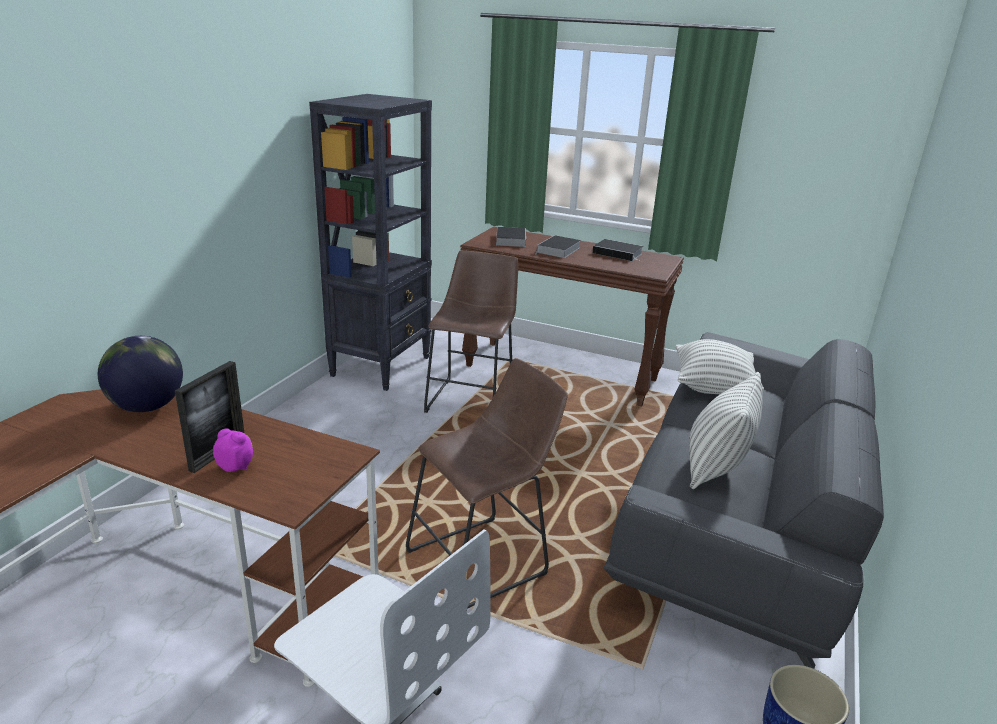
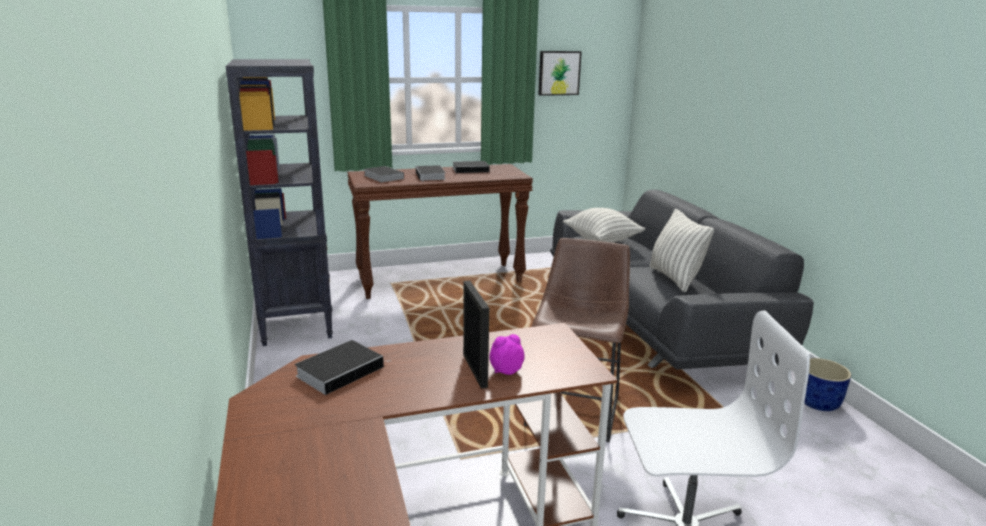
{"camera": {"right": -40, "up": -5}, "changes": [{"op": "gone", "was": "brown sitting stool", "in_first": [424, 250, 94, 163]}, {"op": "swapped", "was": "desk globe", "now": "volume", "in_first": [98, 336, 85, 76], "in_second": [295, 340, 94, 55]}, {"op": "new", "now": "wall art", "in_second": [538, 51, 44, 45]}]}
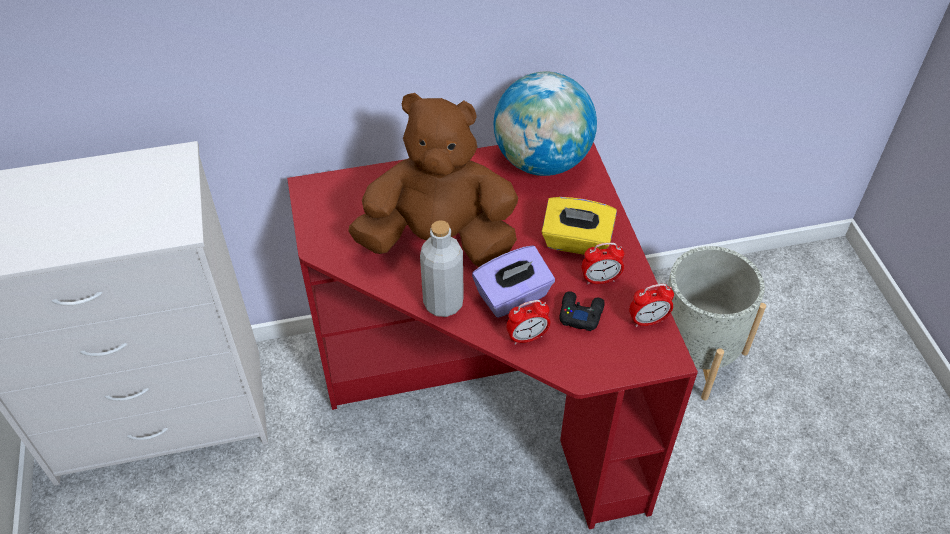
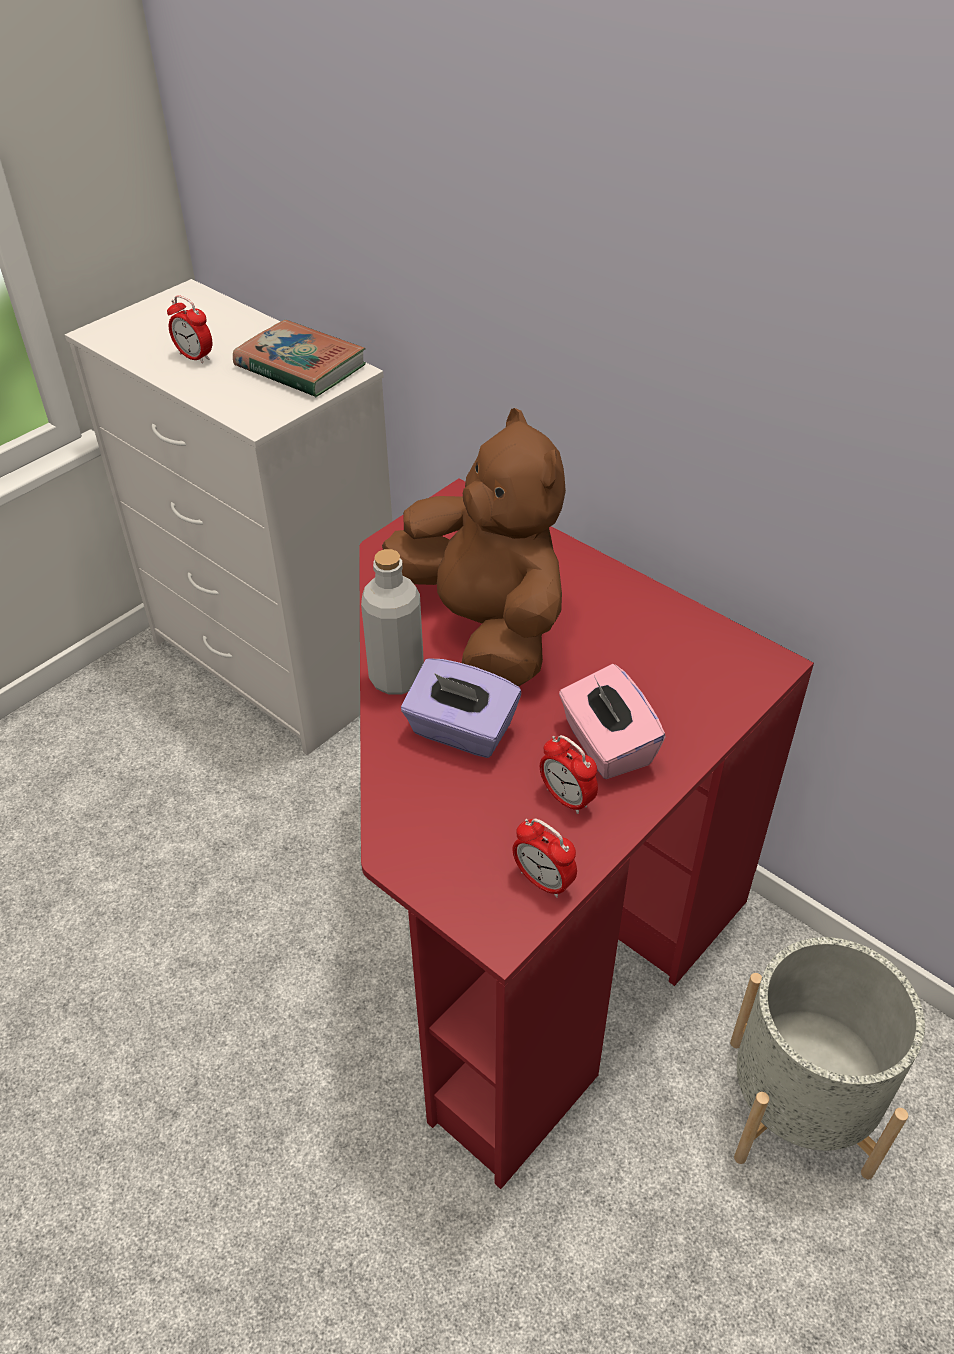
{"camera": {"right": 55, "up": -5}, "changes": [{"op": "gone", "was": "desk globe", "in_first": [494, 71, 103, 105]}, {"op": "repainted", "was": "yellow box of tissues", "now": "pink box of tissues", "in_first": [542, 197, 75, 58], "in_second": [559, 664, 107, 115]}, {"op": "gone", "was": "blackish joypad", "in_first": [560, 291, 45, 40]}, {"op": "shifted", "was": "bedside clock", "in_first": [506, 300, 44, 45], "in_second": [167, 295, 45, 69]}, {"op": "new", "now": "volume", "in_second": [233, 320, 133, 77]}]}
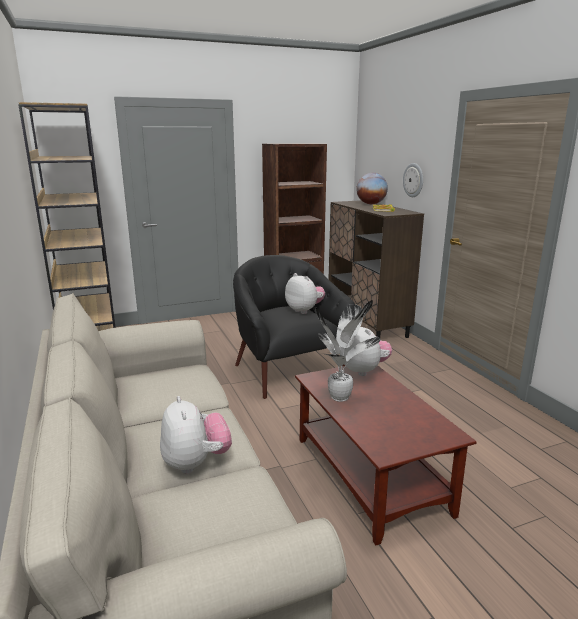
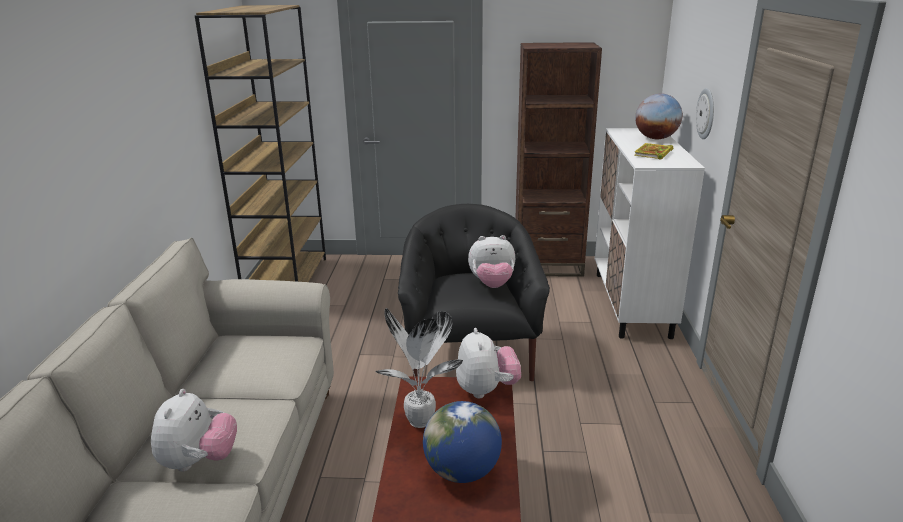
{"camera": {"right": 25, "up": 5}, "changes": [{"op": "repainted", "was": "brown cupboard", "now": "whitish cupboard", "in_first": [329, 200, 95, 138], "in_second": [595, 128, 110, 211]}, {"op": "rotated", "was": "cuddly toy", "in_first": [285, 273, 40, 41], "in_second": [468, 235, 47, 53], "clockwise": 105}, {"op": "new", "now": "desk globe", "in_second": [423, 401, 79, 82]}]}
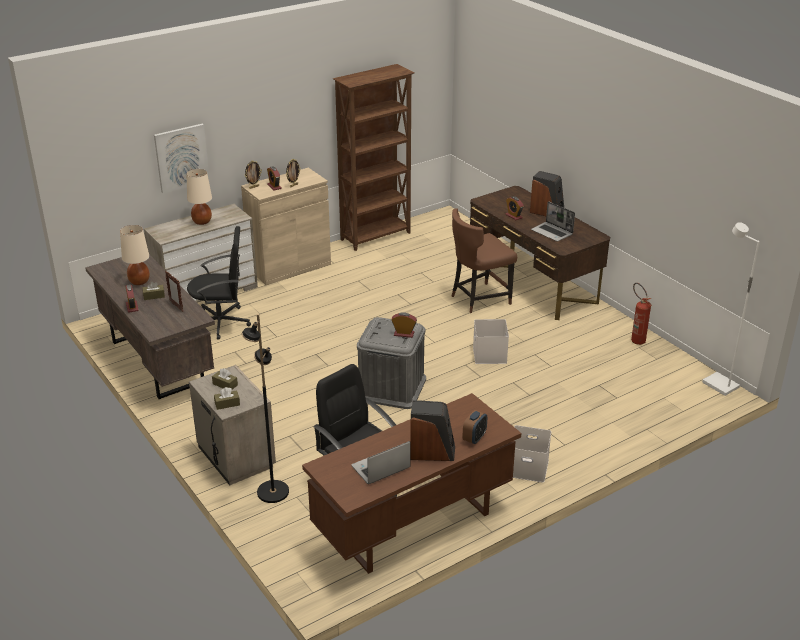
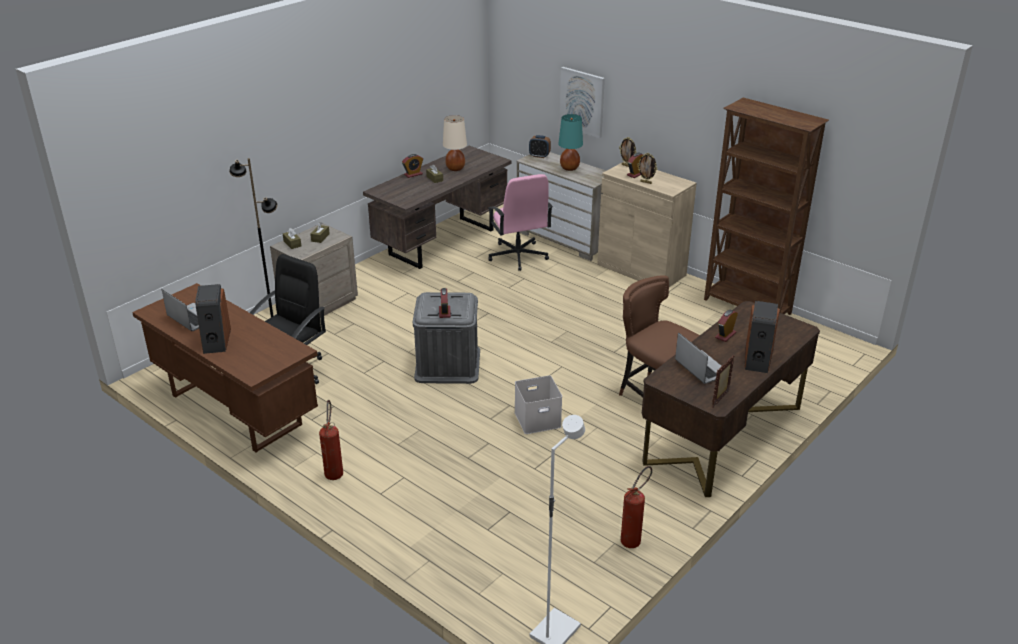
{"camera": {"right": 75, "up": 0}, "changes": [{"op": "repainted", "was": "sand-coloured table lamp", "now": "turquoise table lamp", "in_first": [186, 169, 26, 56], "in_second": [558, 114, 25, 57]}, {"op": "rotated", "was": "notebook computer", "in_first": [531, 201, 44, 41], "in_second": [675, 333, 46, 51], "clockwise": 120}, {"op": "repainted", "was": "blackish computer chair", "now": "pink computer chair", "in_first": [187, 226, 64, 114], "in_second": [488, 174, 65, 97]}, {"op": "shifted", "was": "photo frame", "in_first": [165, 271, 18, 41], "in_second": [712, 355, 23, 53]}, {"op": "shifted", "was": "bedside clock", "in_first": [462, 410, 25, 34], "in_second": [529, 135, 22, 23]}, {"op": "swapped", "was": "whitish storage container", "now": "fire-fighting cylinder", "in_first": [513, 425, 38, 58], "in_second": [319, 400, 24, 80]}]}
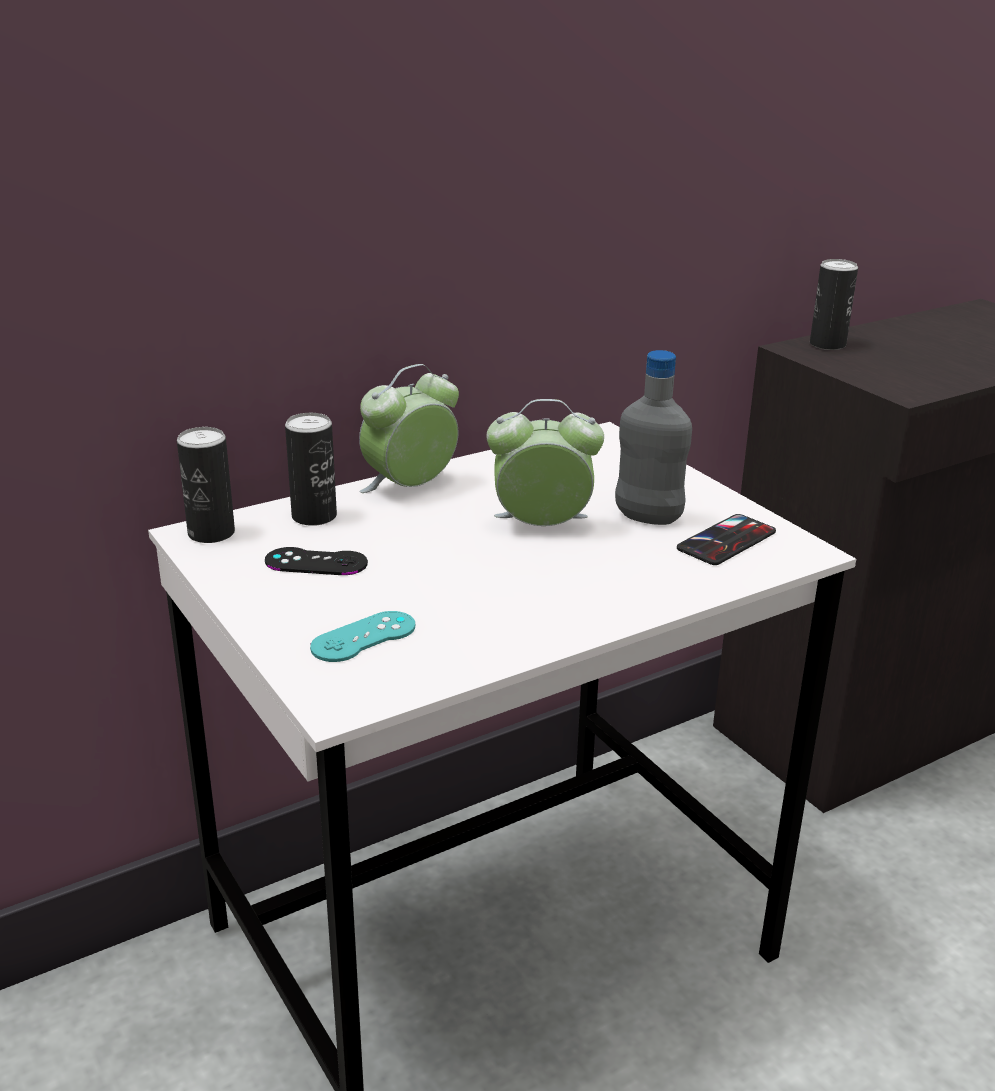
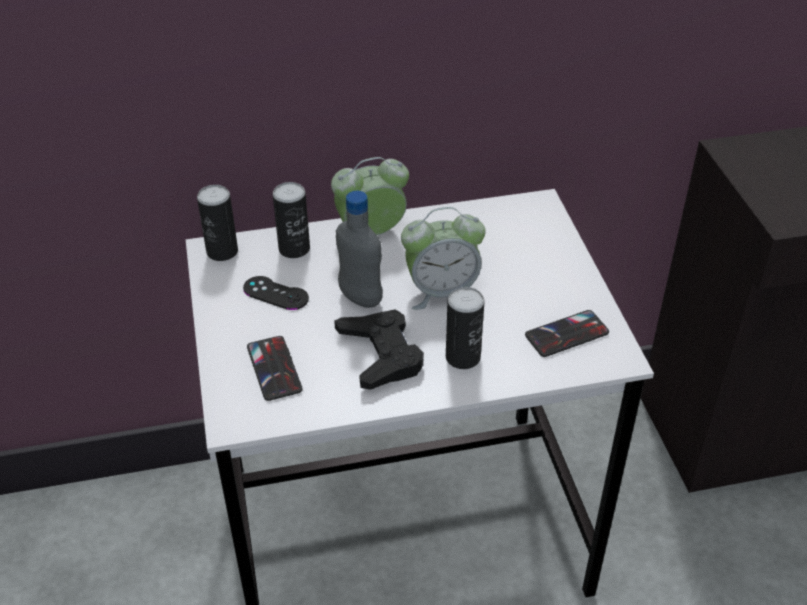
{"camera": {"right": 20, "up": 15}, "changes": [{"op": "shifted", "was": "sealed can", "in_first": [810, 259, 48, 91], "in_second": [446, 287, 38, 82]}, {"op": "shifted", "was": "grey bottle", "in_first": [615, 350, 77, 175], "in_second": [336, 191, 47, 117]}, {"op": "rotated", "was": "bedside clock", "in_first": [486, 399, 118, 127], "in_second": [401, 207, 85, 103], "clockwise": 150}, {"op": "swapped", "was": "turquoise joypad", "now": "handset", "in_first": [310, 611, 105, 51], "in_second": [247, 336, 56, 65]}, {"op": "new", "now": "blackish joypad", "in_second": [334, 310, 90, 80]}]}
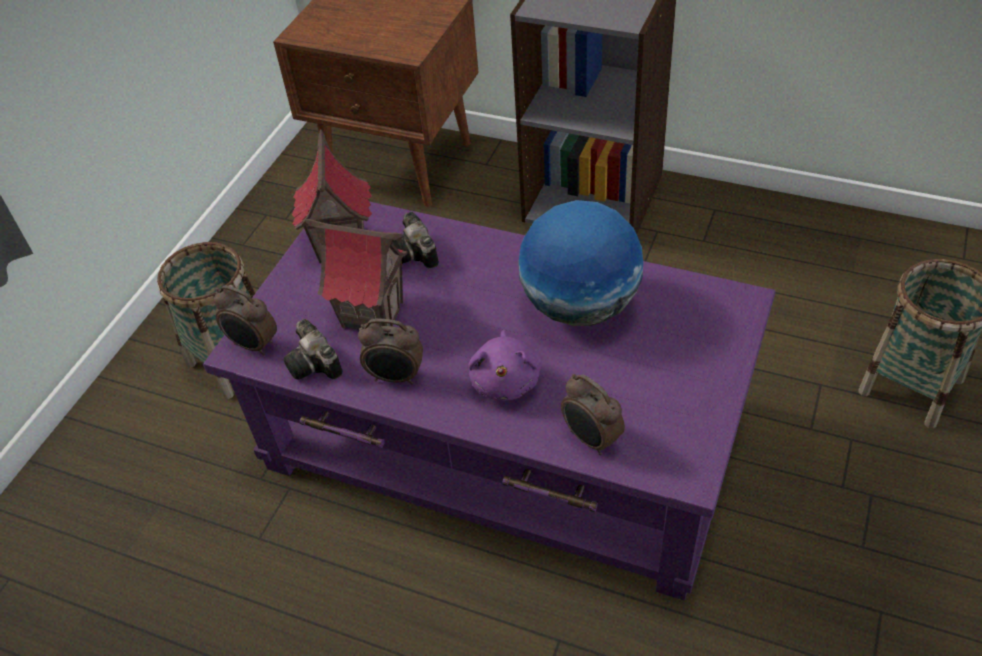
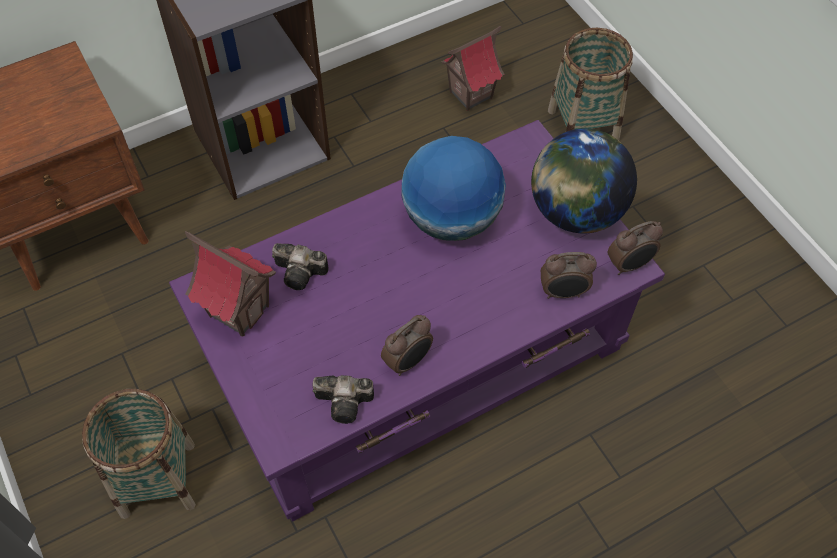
{"camera": {"right": -55, "up": 10}, "changes": [{"op": "shifted", "was": "model house", "in_first": [305, 219, 103, 110], "in_second": [442, 26, 62, 85]}, {"op": "shifted", "was": "bedside clock", "in_first": [214, 285, 63, 71], "in_second": [608, 221, 55, 54]}, {"op": "gone", "was": "purple-coloured cuddly toy", "in_first": [468, 330, 74, 71]}, {"op": "new", "now": "desk globe", "in_second": [531, 128, 106, 105]}]}
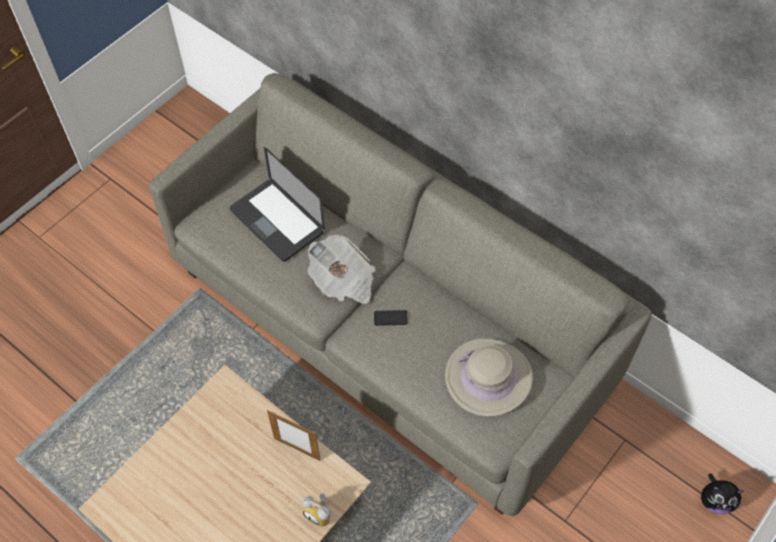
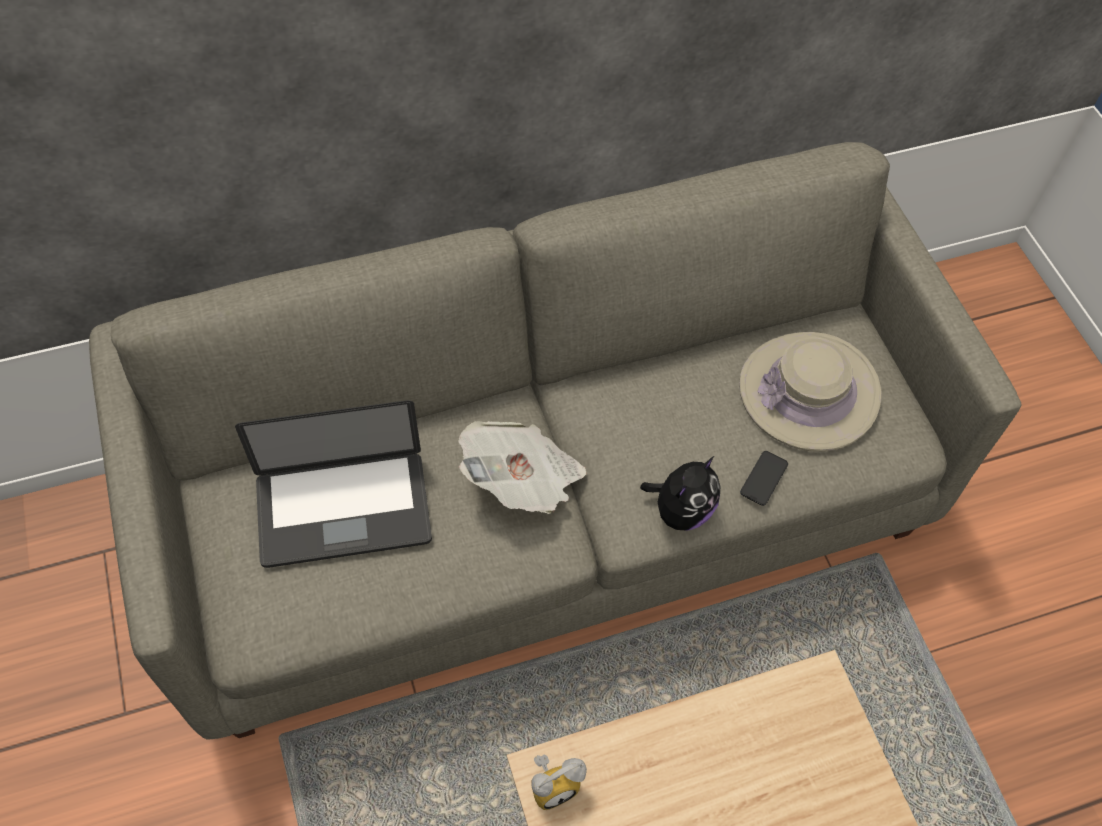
{"camera": {"right": -60, "up": 0}, "changes": [{"op": "shifted", "was": "handset", "in_first": [374, 310, 34, 16], "in_second": [740, 451, 48, 55]}, {"op": "gone", "was": "photo frame", "in_first": [267, 410, 53, 51]}, {"op": "shifted", "was": "cuddly toy", "in_first": [701, 474, 43, 40], "in_second": [640, 456, 80, 75]}, {"op": "shifted", "was": "bedside clock", "in_first": [303, 493, 28, 34], "in_second": [531, 755, 56, 55]}]}
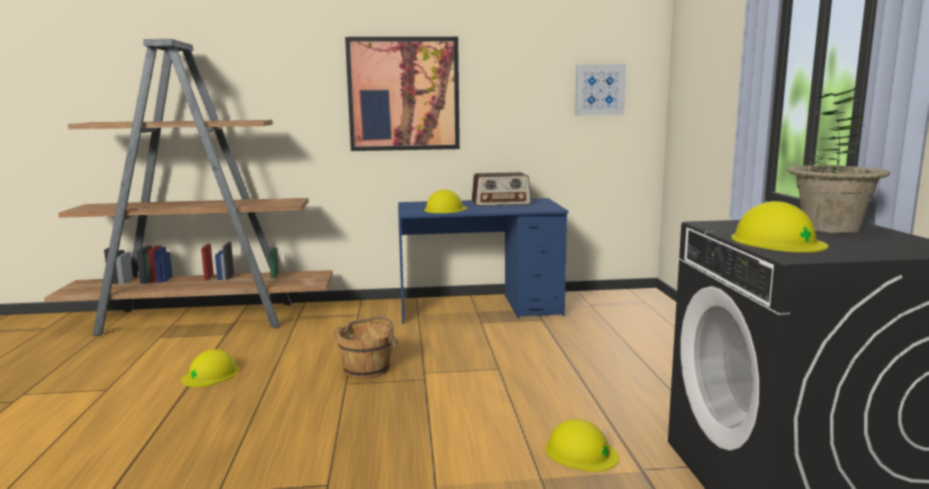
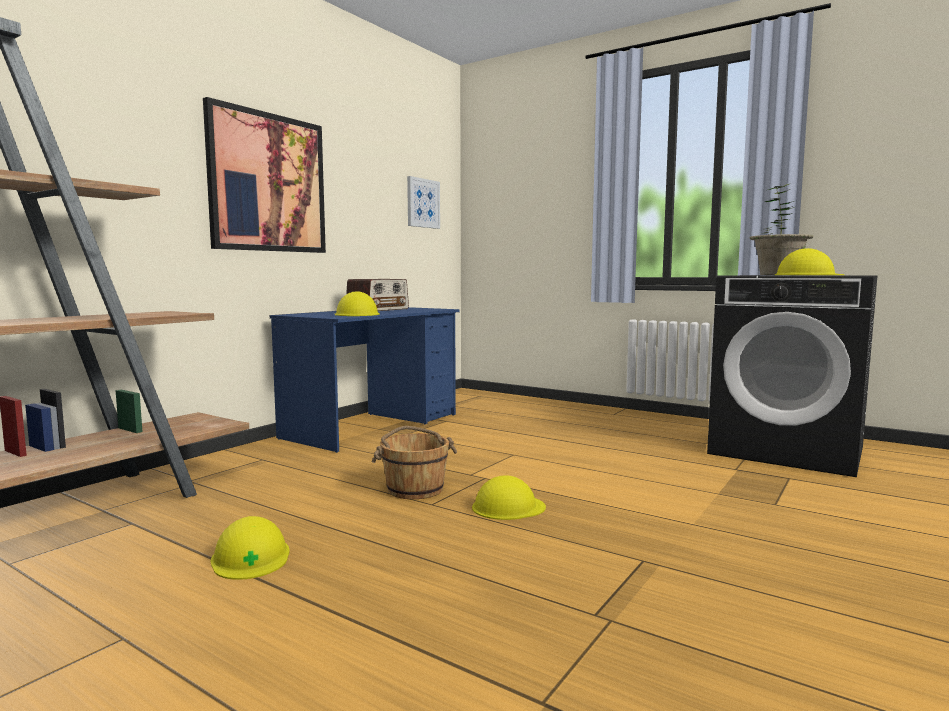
{"camera": {"right": -50, "up": -5}, "changes": [{"op": "shifted", "was": "yellow safety helmet", "in_first": [545, 419, 74, 53], "in_second": [472, 475, 74, 45]}]}
